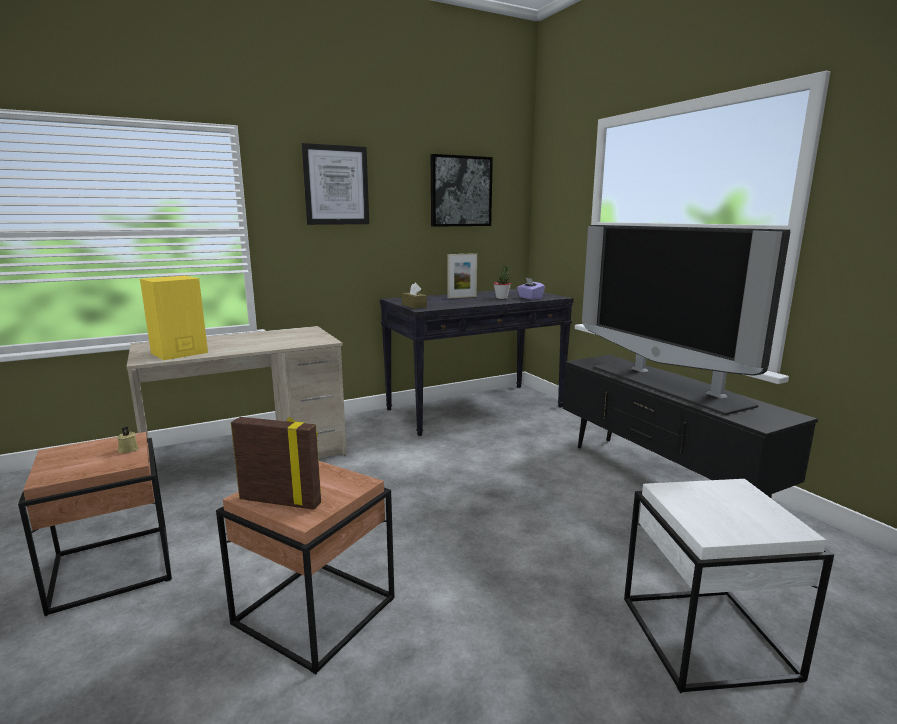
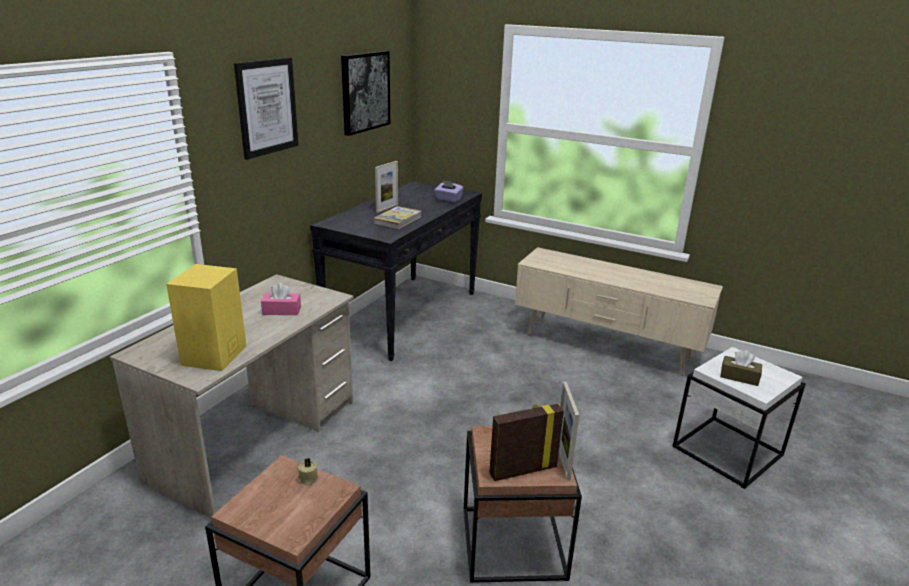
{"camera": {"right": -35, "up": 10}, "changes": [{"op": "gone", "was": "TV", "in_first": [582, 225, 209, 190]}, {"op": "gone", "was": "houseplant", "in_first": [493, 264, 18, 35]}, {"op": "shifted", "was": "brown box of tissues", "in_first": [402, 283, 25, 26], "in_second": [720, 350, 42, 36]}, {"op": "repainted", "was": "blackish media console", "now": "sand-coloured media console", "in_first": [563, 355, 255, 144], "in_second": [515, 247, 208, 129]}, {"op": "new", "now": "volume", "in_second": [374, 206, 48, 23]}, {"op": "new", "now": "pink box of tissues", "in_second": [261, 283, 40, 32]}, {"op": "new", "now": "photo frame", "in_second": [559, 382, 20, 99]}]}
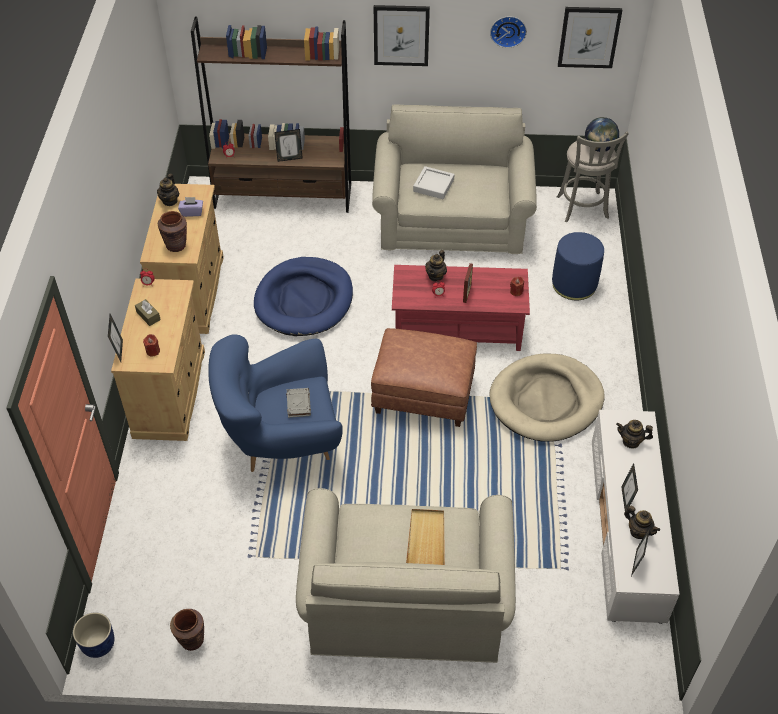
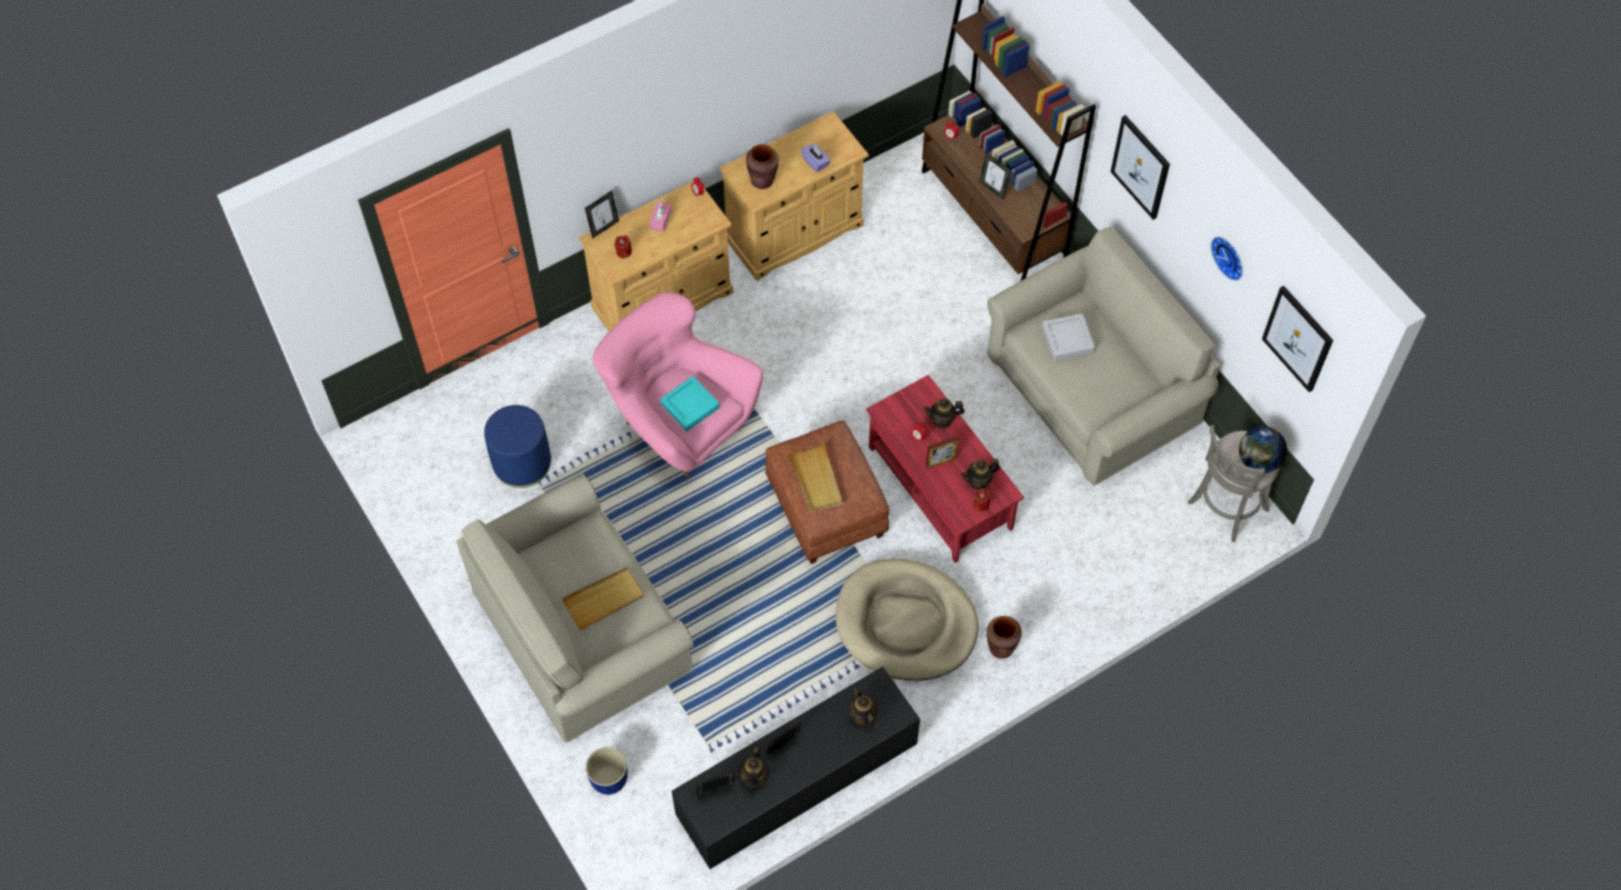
{"camera": {"right": 55, "up": 10}, "changes": [{"op": "shifted", "was": "pot for tea", "in_first": [157, 174, 22, 32], "in_second": [962, 459, 38, 31]}, {"op": "shifted", "was": "blue-coloured ottoman", "in_first": [552, 232, 52, 68], "in_second": [484, 405, 67, 83]}, {"op": "gone", "was": "blue-coloured pet bed", "in_first": [254, 257, 99, 79]}, {"op": "repainted", "was": "brown box of tissues", "now": "pink box of tissues", "in_first": [135, 299, 26, 27], "in_second": [649, 201, 23, 31]}, {"op": "repainted", "was": "blue-coloured lounge chair", "now": "pink lounge chair", "in_first": [208, 334, 135, 138], "in_second": [593, 292, 170, 185]}, {"op": "swapped", "was": "grey volume", "now": "turquoise serving tray", "in_first": [286, 388, 25, 30], "in_second": [660, 376, 60, 55]}, {"op": "repainted", "was": "whitish media console", "now": "blackish media console", "in_first": [592, 410, 88, 214], "in_second": [672, 666, 248, 203]}, {"op": "shifted", "was": "brown decorative vase", "in_first": [170, 609, 34, 42], "in_second": [987, 616, 35, 43]}, {"op": "shifted", "was": "blue-coloured plant pot", "in_first": [73, 612, 42, 46], "in_second": [586, 747, 42, 48]}, {"op": "new", "now": "sand-coloured serving tray", "in_second": [787, 443, 56, 70]}]}
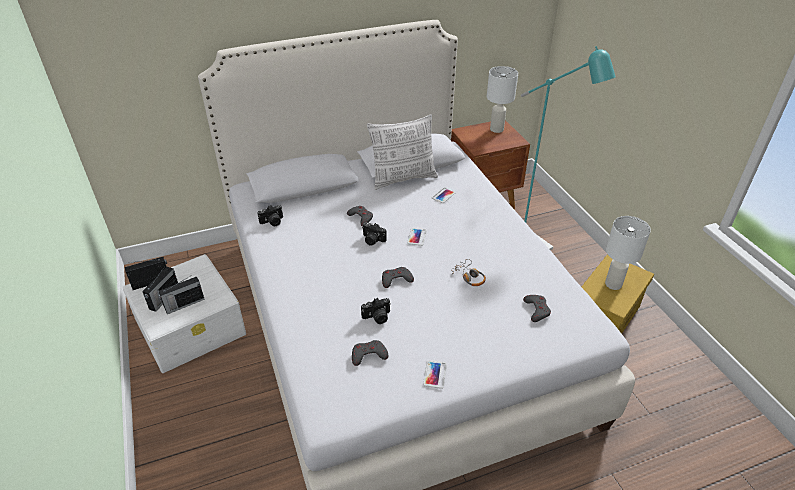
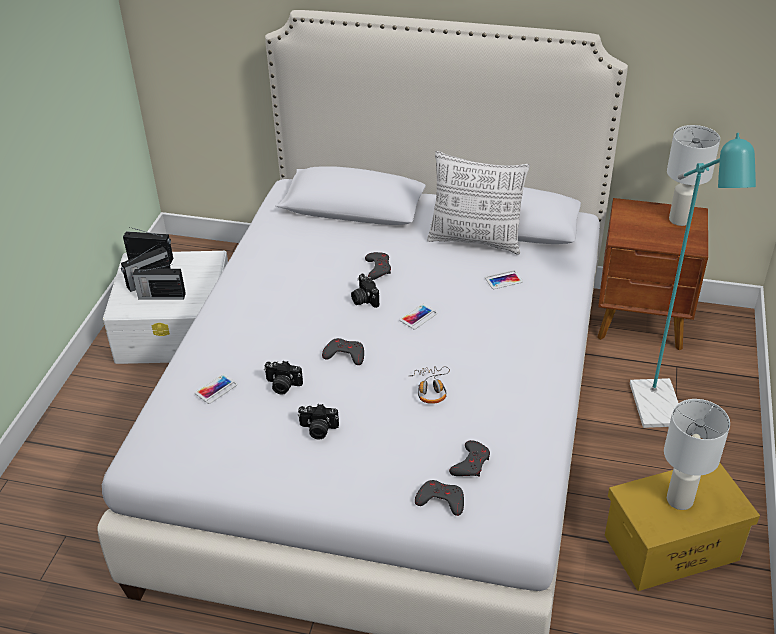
{"camera": {"right": 35, "up": 0}, "changes": [{"op": "shifted", "was": "still camera", "in_first": [257, 205, 26, 21], "in_second": [298, 404, 41, 35]}, {"op": "shifted", "was": "grey joypad", "in_first": [352, 340, 36, 26], "in_second": [415, 480, 49, 36]}, {"op": "shifted", "was": "handset", "in_first": [423, 360, 24, 29], "in_second": [195, 374, 43, 30]}]}
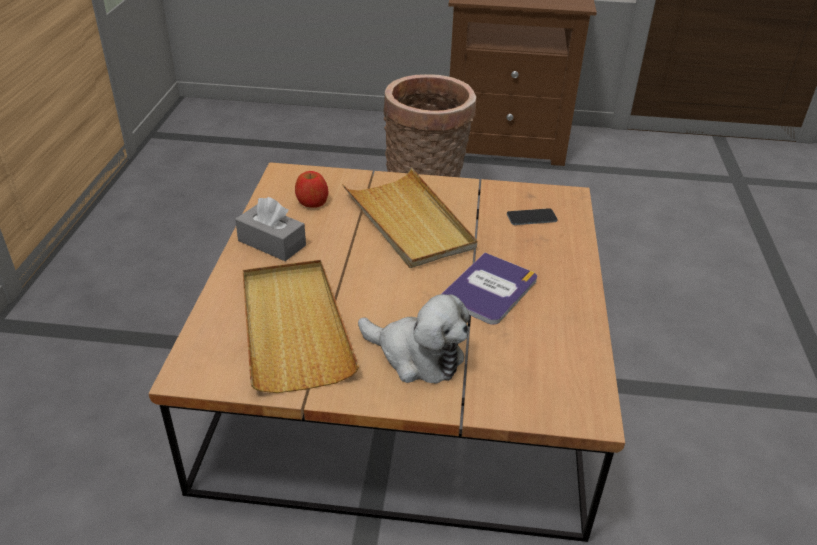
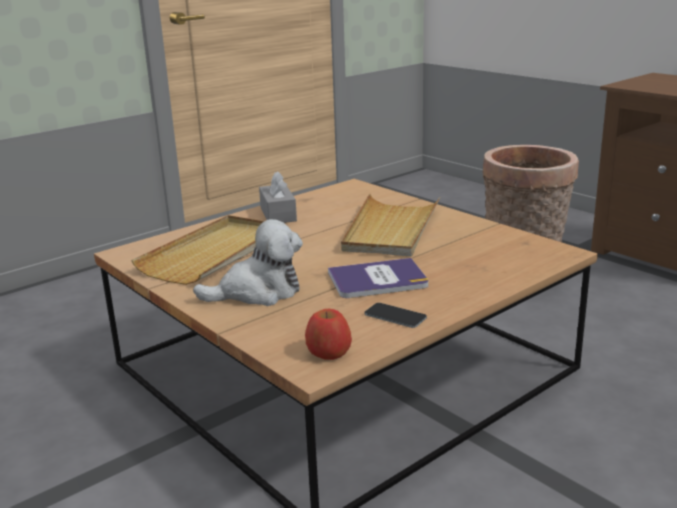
{"camera": {"right": 45, "up": -15}, "changes": [{"op": "shifted", "was": "whole apple", "in_first": [295, 171, 34, 37], "in_second": [305, 308, 47, 52]}, {"op": "shifted", "was": "handset", "in_first": [507, 208, 51, 17], "in_second": [365, 303, 62, 25]}, {"op": "rotated", "was": "cuddly toy", "in_first": [358, 294, 112, 90], "in_second": [193, 219, 110, 87], "clockwise": -90}]}
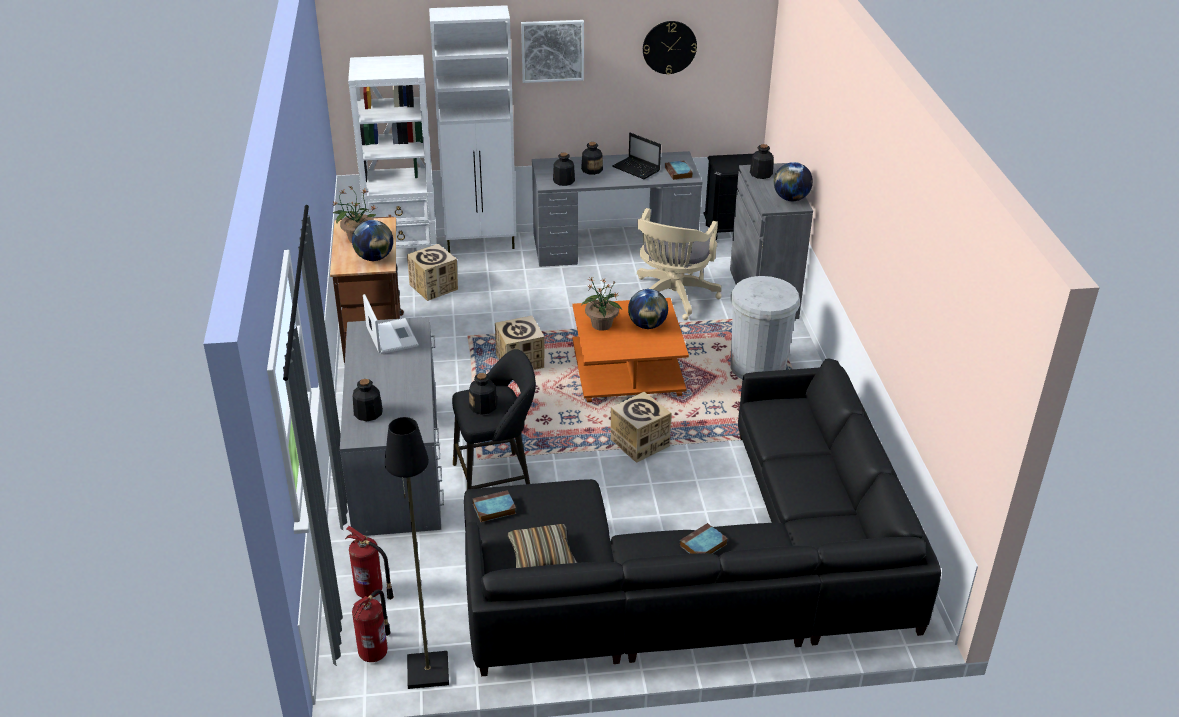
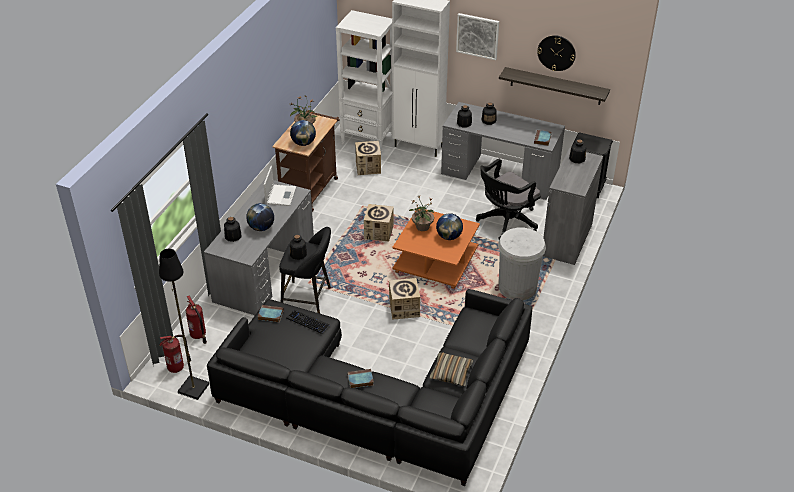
{"camera": {"right": 30, "up": 5}, "changes": [{"op": "gone", "was": "notebook computer", "in_first": [612, 133, 49, 46]}, {"op": "shifted", "was": "desk globe", "in_first": [774, 162, 39, 39], "in_second": [246, 203, 28, 28]}, {"op": "repainted", "was": "sand-coloured computer chair", "now": "blackish computer chair", "in_first": [637, 208, 85, 112], "in_second": [476, 159, 65, 81]}, {"op": "shifted", "was": "cushion", "in_first": [508, 524, 69, 44], "in_second": [429, 352, 44, 34]}, {"op": "new", "now": "bracket shelf", "in_second": [499, 67, 111, 38]}, {"op": "new", "now": "computer keyboard", "in_second": [286, 310, 44, 24]}]}
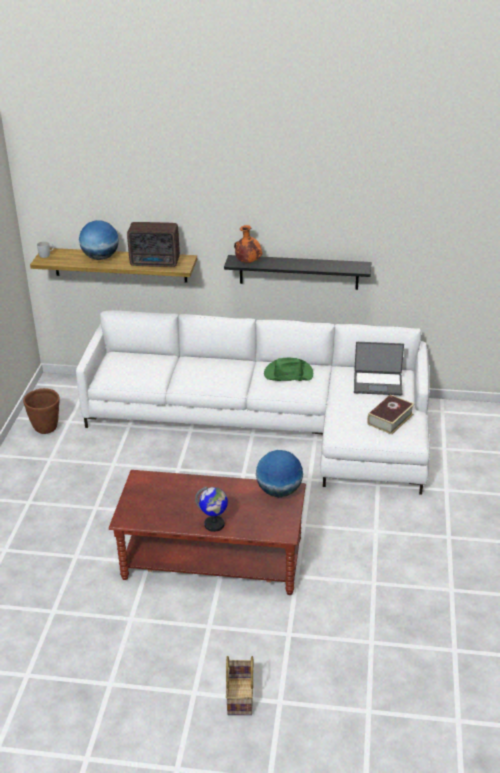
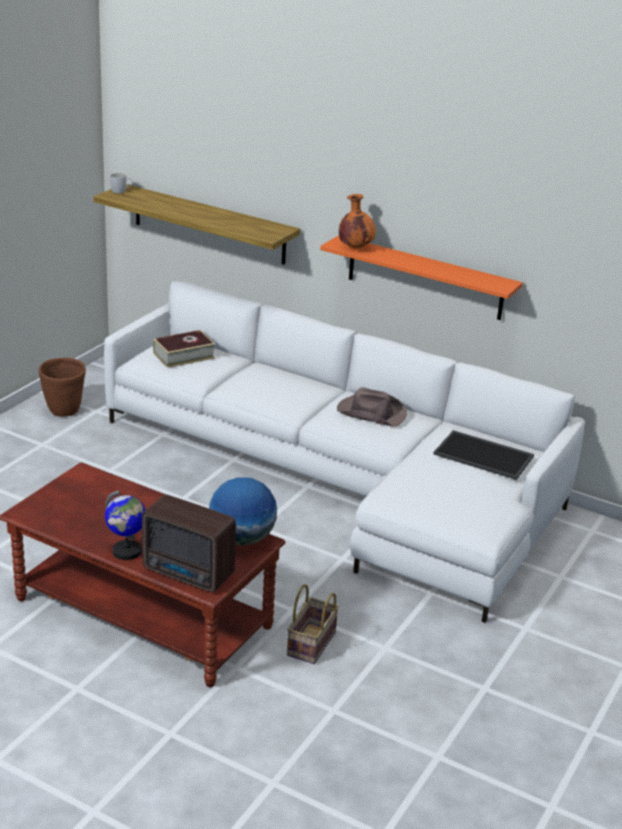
{"camera": {"right": 20, "up": -5}, "changes": [{"op": "gone", "was": "desk globe", "in_first": [79, 220, 40, 40]}, {"op": "shifted", "was": "radio set", "in_first": [127, 222, 53, 45], "in_second": [142, 494, 94, 98]}, {"op": "repainted", "was": "blackish bracket shelf", "now": "orange bracket shelf", "in_first": [224, 255, 147, 35], "in_second": [320, 235, 203, 85]}, {"op": "swapped", "was": "notebook computer", "now": "serving tray", "in_first": [354, 342, 50, 53], "in_second": [433, 430, 101, 50]}, {"op": "repainted", "was": "greenish wearable hat", "now": "brown wearable hat", "in_first": [264, 357, 49, 24], "in_second": [337, 387, 70, 40]}, {"op": "shifted", "was": "volume", "in_first": [367, 394, 48, 41], "in_second": [153, 330, 62, 38]}, {"op": "shifted", "was": "household basket", "in_first": [226, 656, 28, 59], "in_second": [287, 584, 52, 80]}]}
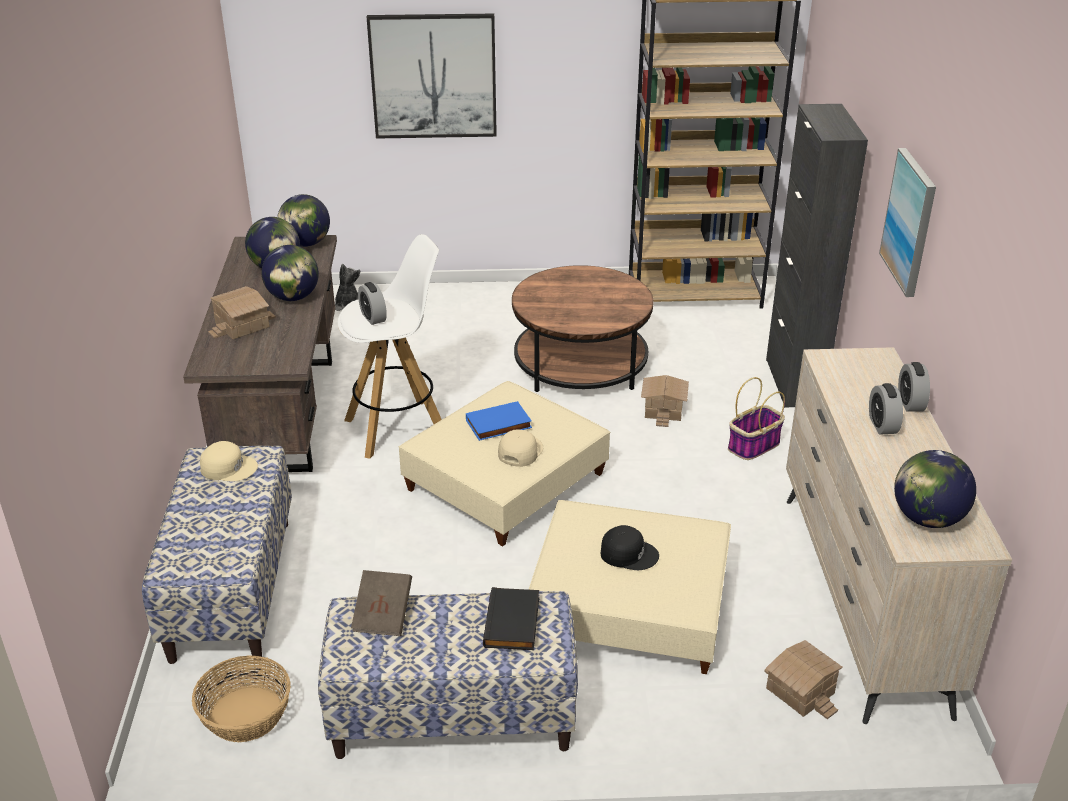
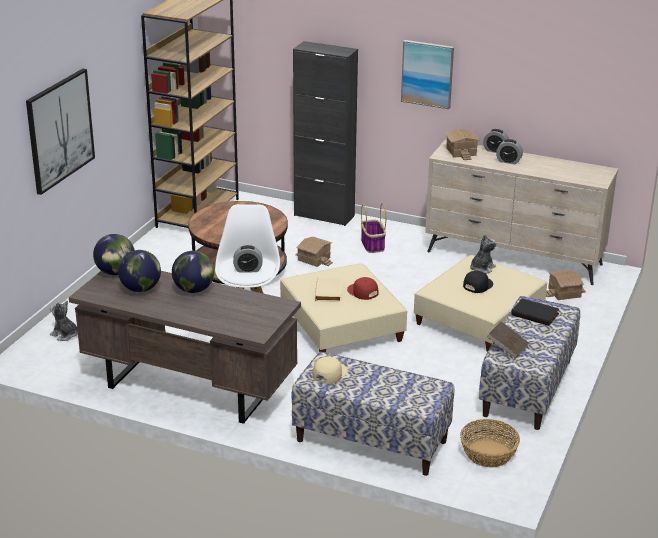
{"camera": {"right": -65, "up": -5}, "changes": [{"op": "shifted", "was": "model house", "in_first": [208, 286, 68, 53], "in_second": [444, 129, 36, 31]}, {"op": "repainted", "was": "blue-coloured volume", "now": "sand-coloured volume", "in_first": [466, 401, 66, 40], "in_second": [315, 277, 27, 25]}, {"op": "repainted", "was": "sand-coloured peaked cap", "now": "reddish peaked cap", "in_first": [498, 430, 45, 37], "in_second": [347, 277, 32, 23]}, {"op": "gone", "was": "desk globe", "in_first": [894, 450, 82, 78]}, {"op": "new", "now": "cuddly toy", "in_second": [470, 234, 26, 40]}]}
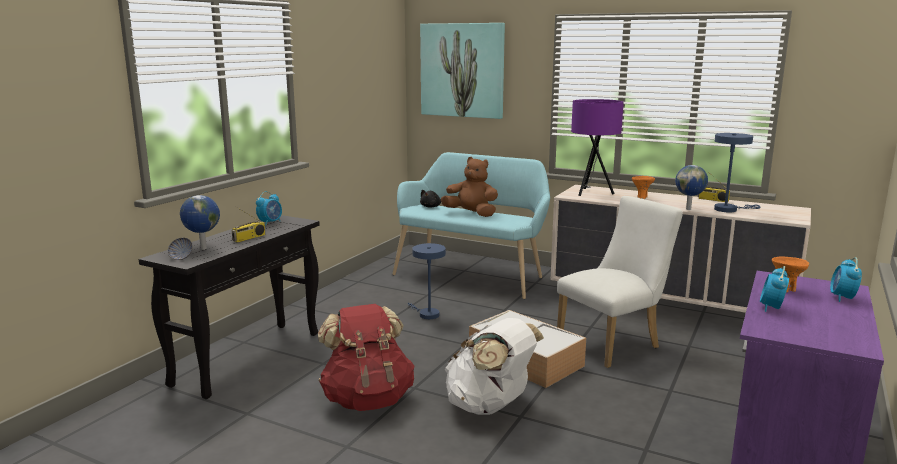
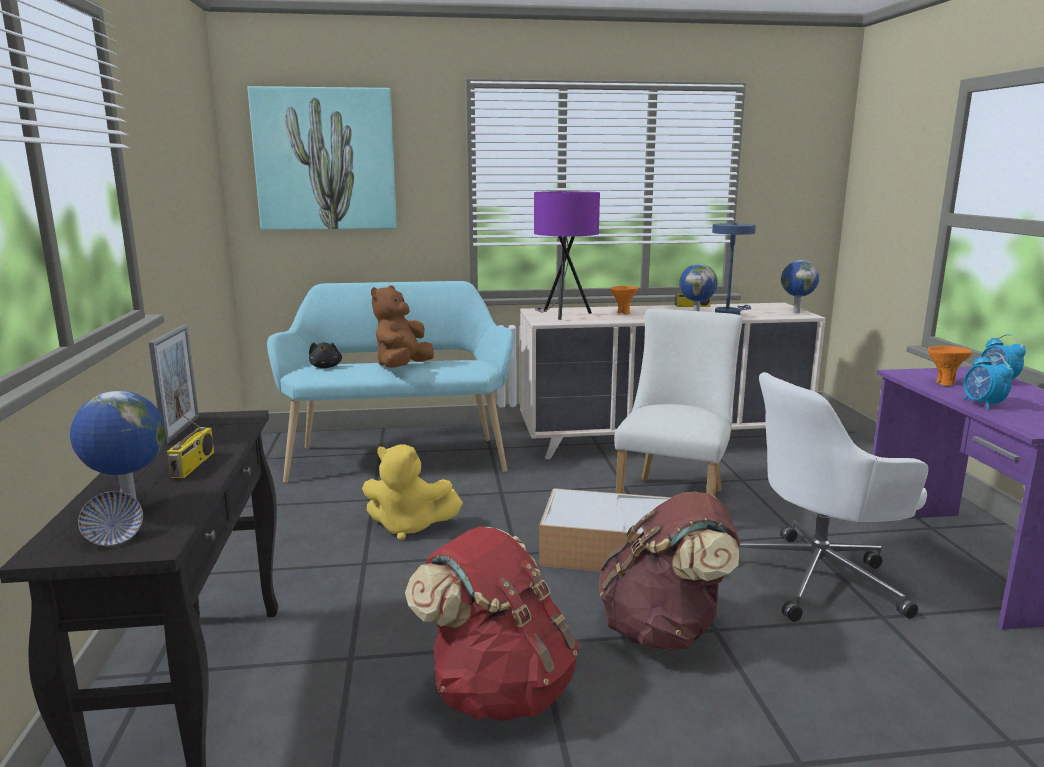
{"camera": {"right": -35, "up": 0}, "changes": [{"op": "rotated", "was": "brown cuddly toy", "in_first": [441, 157, 57, 60], "in_second": [371, 285, 63, 83], "clockwise": -60}, {"op": "swapped", "was": "bedside clock", "now": "photo frame", "in_first": [256, 191, 26, 35], "in_second": [149, 325, 50, 119]}, {"op": "swapped", "was": "blue-coloured table lamp", "now": "yellow cuddly toy", "in_first": [408, 243, 38, 76], "in_second": [362, 444, 101, 96]}, {"op": "repainted", "was": "whitish knapsack", "now": "brown knapsack", "in_first": [445, 318, 99, 97], "in_second": [599, 492, 142, 158]}, {"op": "new", "now": "desk globe", "in_second": [781, 260, 38, 54]}, {"op": "new", "now": "whitish computer chair", "in_second": [739, 372, 189, 250]}]}
